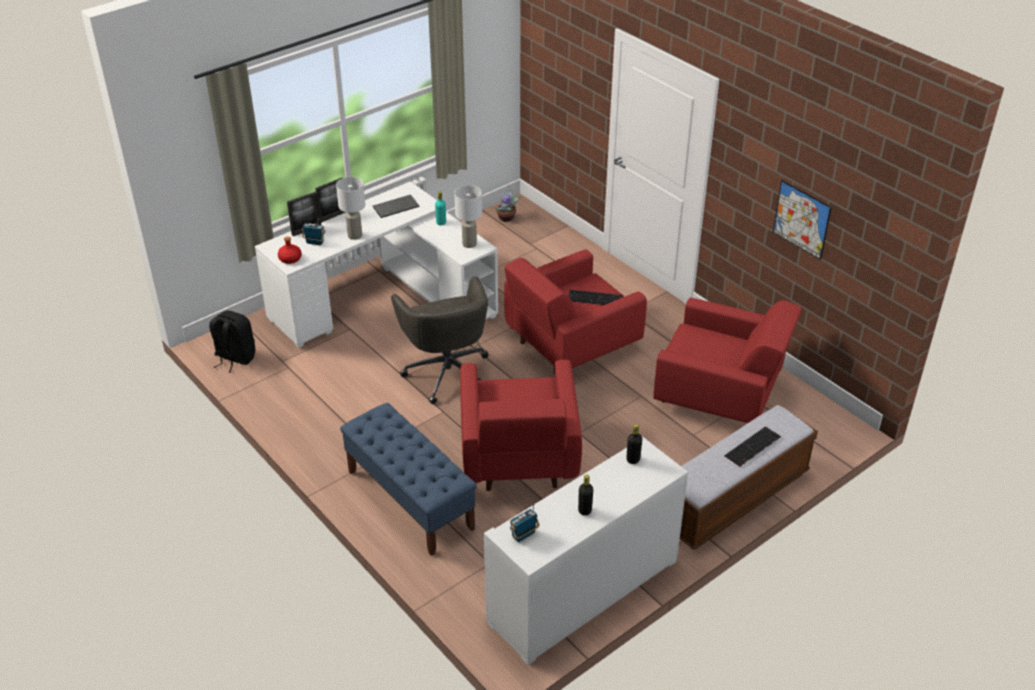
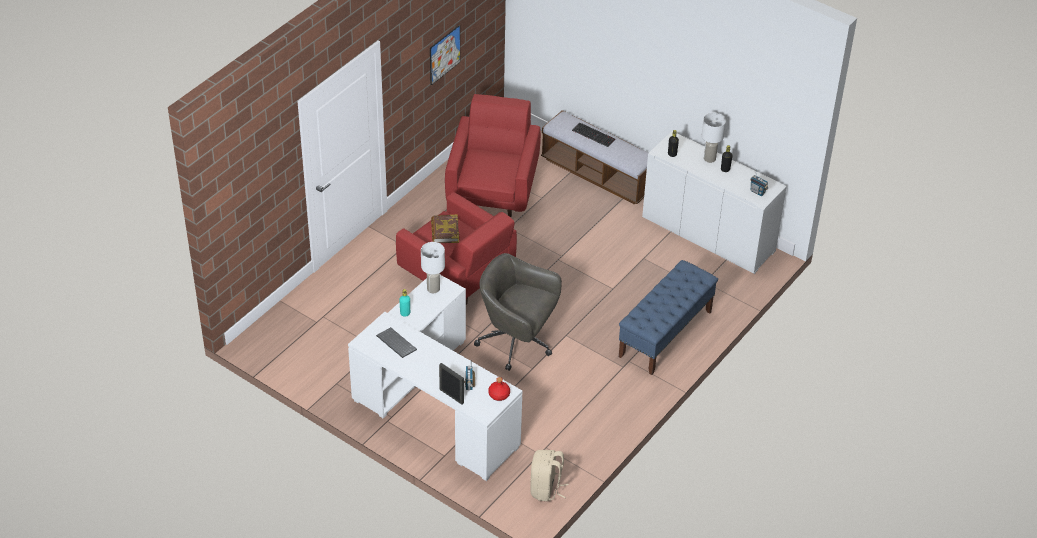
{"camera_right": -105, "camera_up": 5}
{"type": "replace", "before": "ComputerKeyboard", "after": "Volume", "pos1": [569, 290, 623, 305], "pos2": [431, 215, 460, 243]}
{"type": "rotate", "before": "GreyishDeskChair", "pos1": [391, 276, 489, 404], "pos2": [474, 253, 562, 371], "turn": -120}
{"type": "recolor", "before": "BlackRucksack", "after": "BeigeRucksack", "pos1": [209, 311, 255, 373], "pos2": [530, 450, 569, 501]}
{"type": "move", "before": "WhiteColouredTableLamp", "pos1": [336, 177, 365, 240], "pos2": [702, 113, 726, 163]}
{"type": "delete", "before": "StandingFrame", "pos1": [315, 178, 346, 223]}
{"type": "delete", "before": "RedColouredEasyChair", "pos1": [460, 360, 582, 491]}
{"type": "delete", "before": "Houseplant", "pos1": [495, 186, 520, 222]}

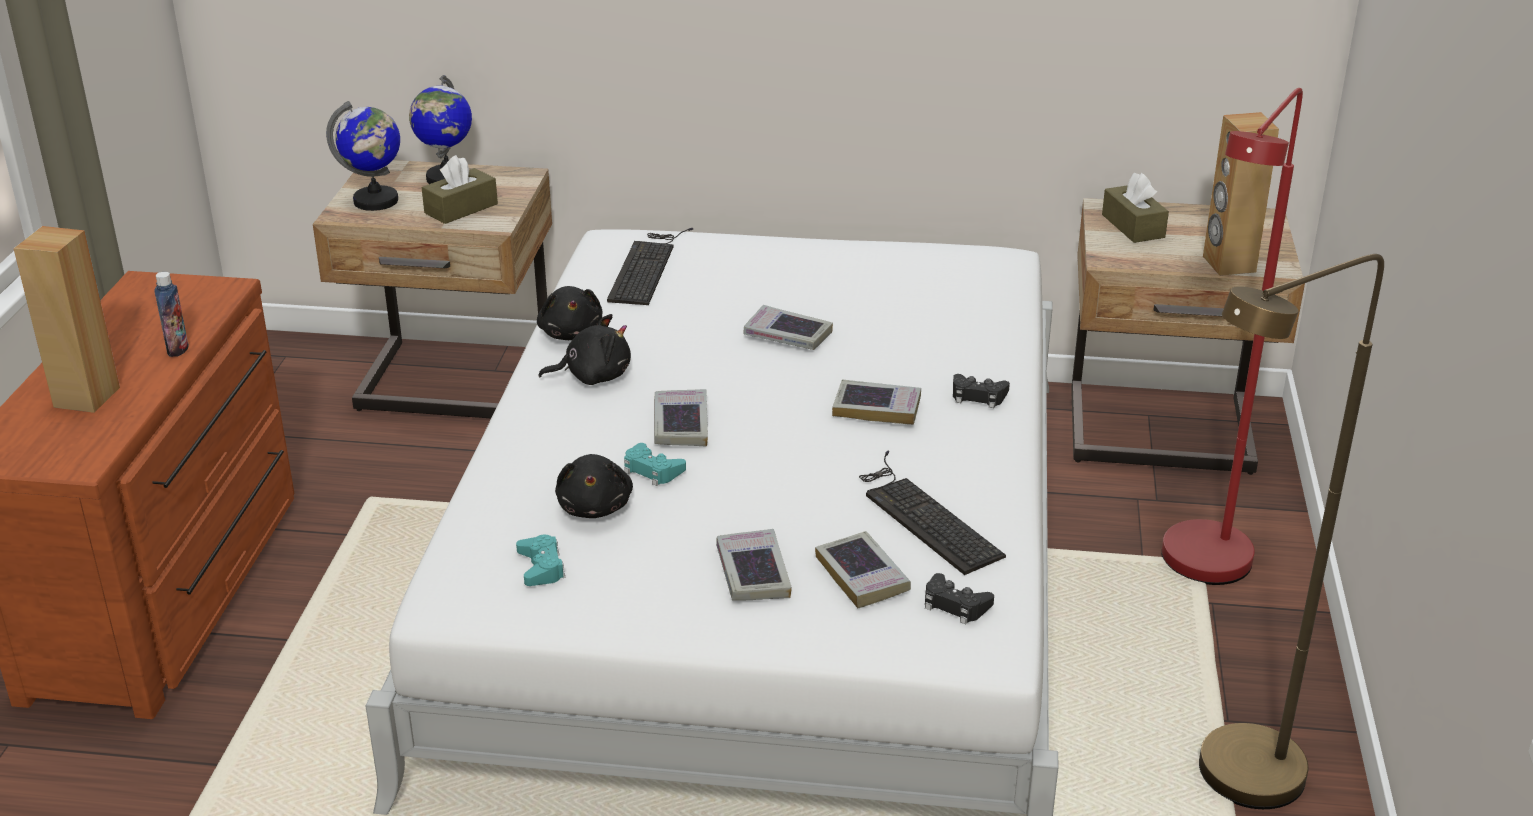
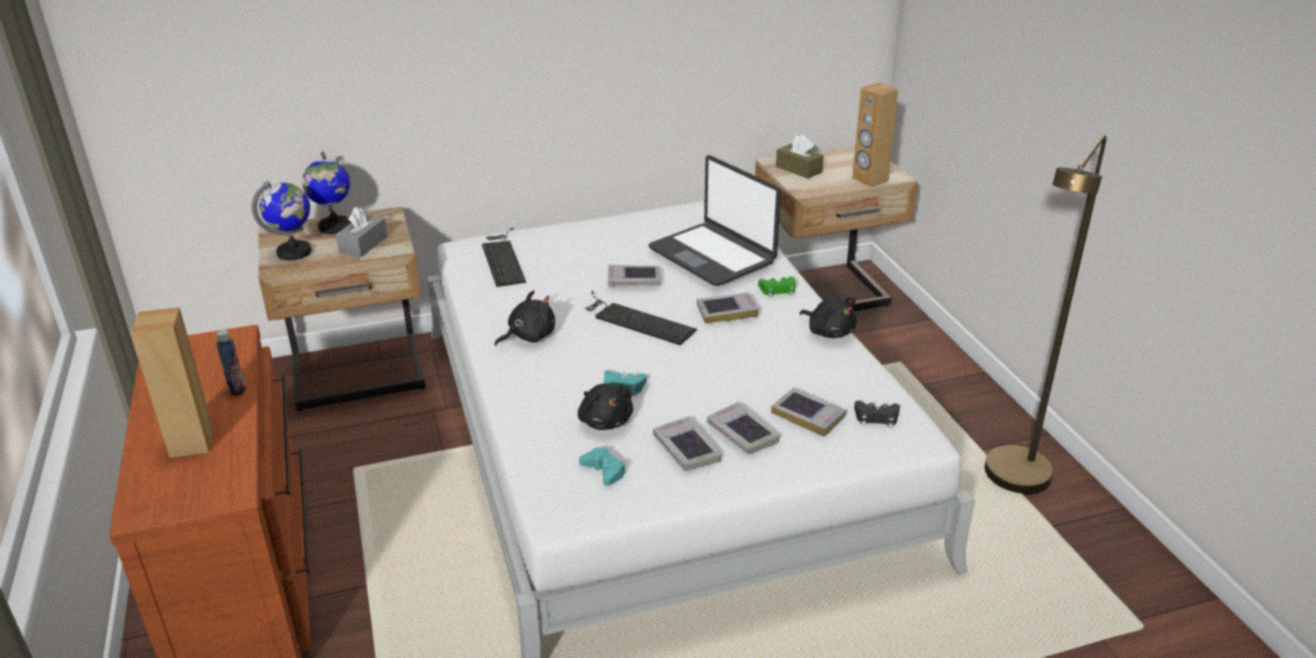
{"camera_right": -25, "camera_up": 0}
{"type": "recolor", "before": "BrownBoxOfTissues", "after": "GreyishBoxOfTissues", "pos1": [422, 155, 498, 224], "pos2": [336, 206, 388, 257]}
{"type": "move", "before": "ComputerKeyboard", "pos1": [859, 450, 1006, 575], "pos2": [585, 291, 697, 346]}
{"type": "insert", "after": "Laptop", "pos2": [648, 155, 781, 286]}
{"type": "move", "before": "Volume", "pos1": [654, 389, 708, 447], "pos2": [653, 416, 722, 471]}
{"type": "recolor", "before": "BlackGameController", "after": "GreenGameController", "pos1": [953, 374, 1010, 408], "pos2": [758, 277, 796, 297]}
{"type": "move", "before": "BlackSoftToy", "pos1": [537, 286, 602, 340], "pos2": [800, 297, 857, 338]}
{"type": "delete", "before": "RedColouredStandingLamp", "pos1": [1161, 88, 1303, 585]}

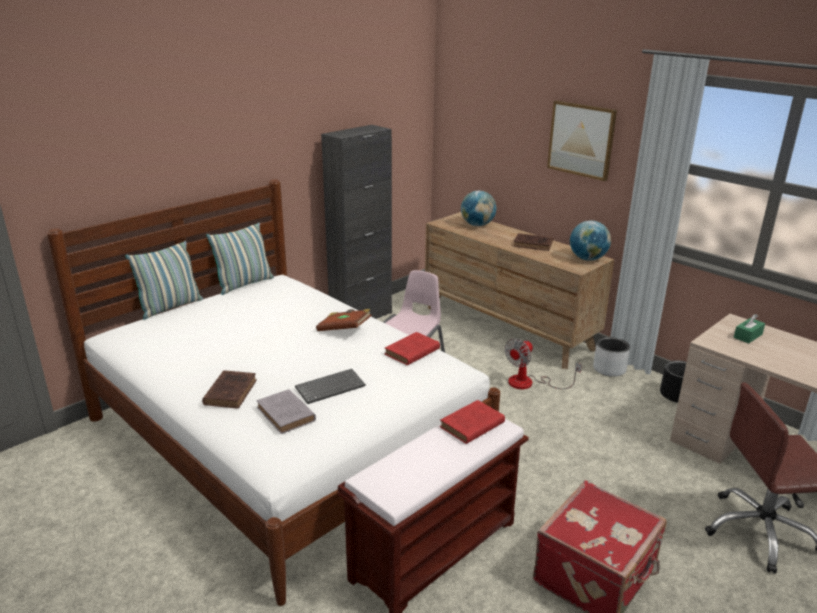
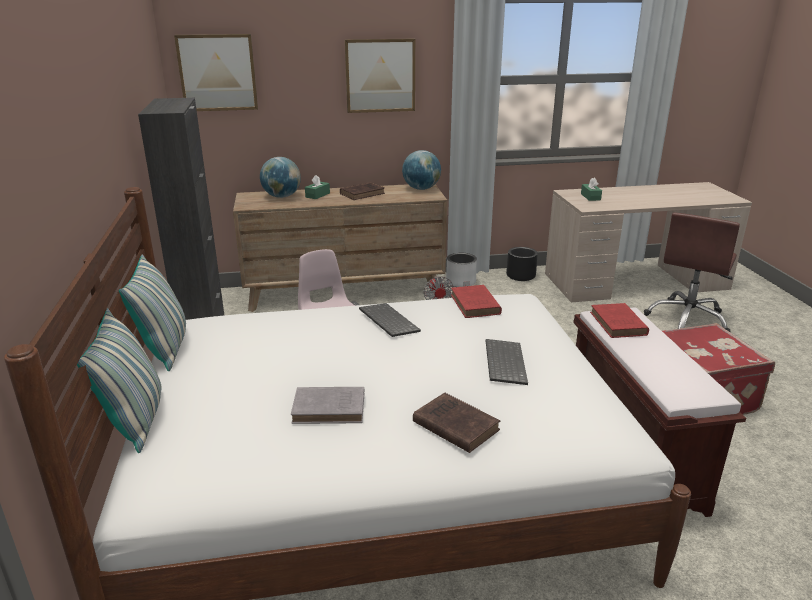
{"camera_right": -55, "camera_up": 0}
{"type": "insert", "after": "Picture", "pos2": [174, 34, 258, 111]}
{"type": "move", "before": "GreyishVolume", "pos1": [257, 389, 316, 434], "pos2": [291, 387, 364, 424]}
{"type": "insert", "after": "GreenBoxOfTissues", "pos2": [305, 175, 330, 199]}
{"type": "replace", "before": "BrownVolume", "after": "ComputerKeyboard", "pos1": [316, 309, 372, 331], "pos2": [359, 303, 421, 337]}

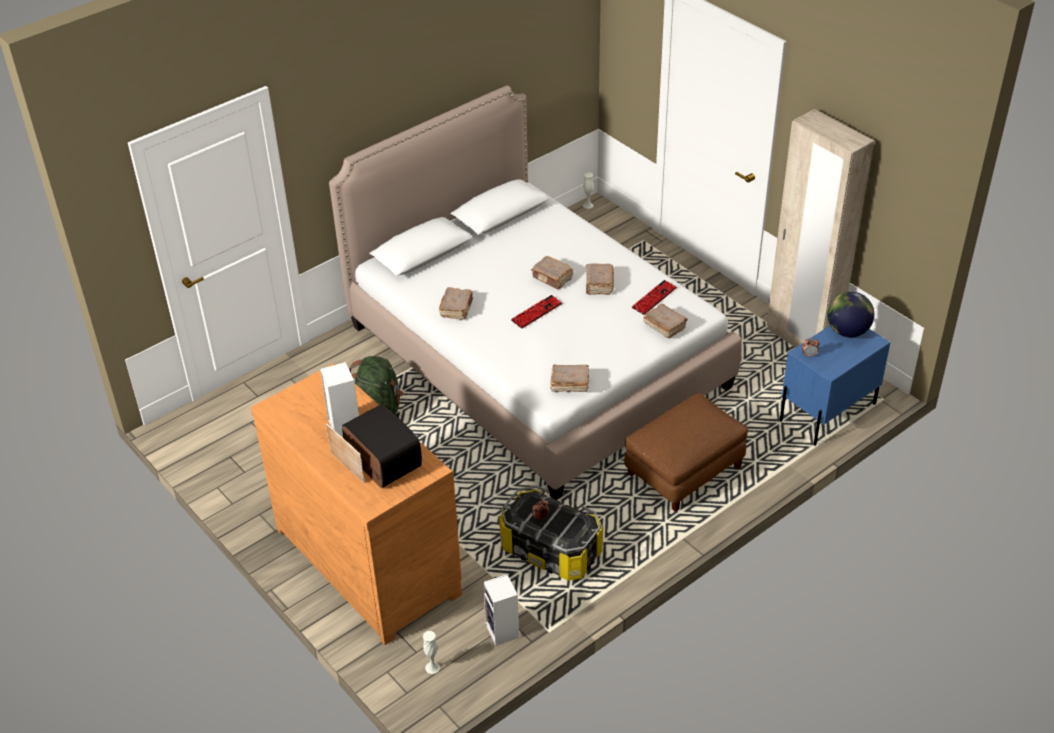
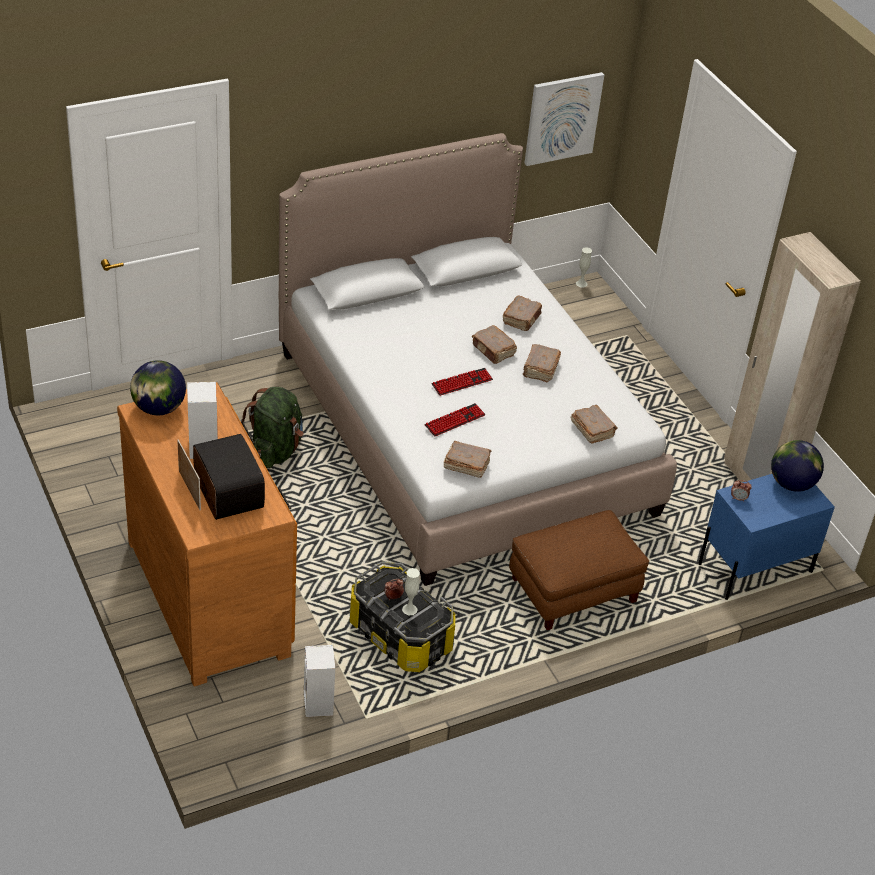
{"camera_right": 10, "camera_up": 0}
{"type": "insert", "after": "DeskGlobe", "pos2": [130, 360, 186, 415]}
{"type": "move", "before": "WhiteColouredDecorativeVase", "pos1": [422, 631, 440, 674], "pos2": [402, 568, 420, 615]}
{"type": "move", "before": "ComputerKeyboard", "pos1": [632, 280, 677, 315], "pos2": [424, 403, 486, 437]}
{"type": "move", "before": "BrownVolume", "pos1": [439, 287, 473, 320], "pos2": [503, 296, 542, 331]}
{"type": "insert", "after": "Picture", "pos2": [524, 72, 604, 166]}

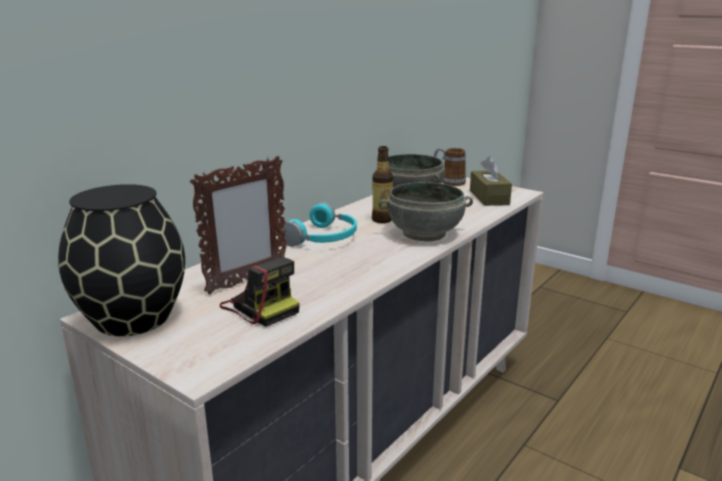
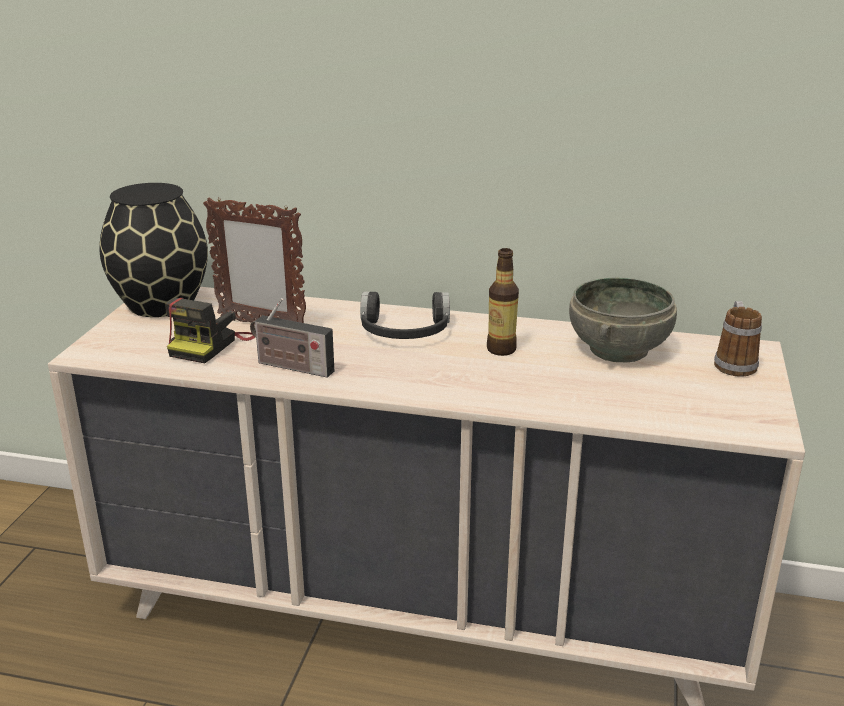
{"camera_right": 65, "camera_up": 5}
{"type": "insert", "after": "RadioSet", "pos2": [250, 298, 334, 378]}
{"type": "recolor", "before": "TurquoisePairOfHeadphones", "after": "BlackPairOfHeadphones", "pos1": [280, 202, 357, 247], "pos2": [360, 292, 450, 339]}
{"type": "delete", "before": "GreyishServingBowl", "pos1": [379, 182, 473, 241]}
{"type": "delete", "before": "BrownBoxOfTissues", "pos1": [470, 156, 512, 206]}

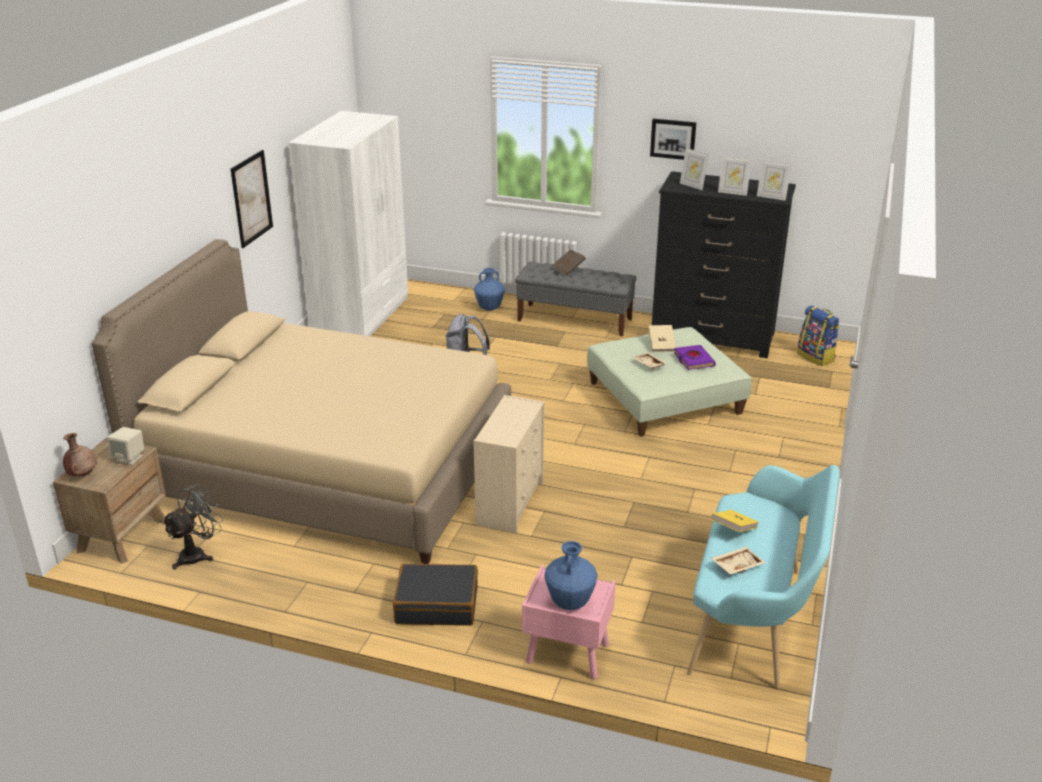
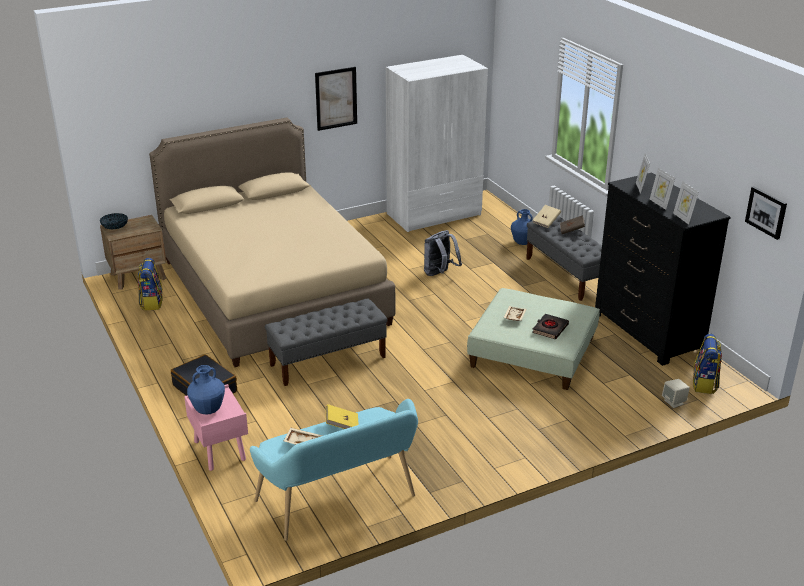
{"camera_right": 45, "camera_up": 0}
{"type": "replace", "before": "BrownDecorativeVase", "after": "ServingBowl", "pos1": [63, 433, 97, 476], "pos2": [100, 213, 128, 229]}
{"type": "replace", "before": "GreyishCoolingFan", "after": "Rucksack", "pos1": [162, 484, 224, 570], "pos2": [138, 258, 163, 310]}
{"type": "replace", "before": "BeigeDrawerChest", "after": "GreyishIndoorBench", "pos1": [473, 395, 544, 534], "pos2": [265, 298, 388, 386]}
{"type": "recolor", "before": "PurpleColouredVolume", "after": "BlackVolume", "pos1": [674, 345, 716, 370], "pos2": [532, 314, 569, 339]}
{"type": "move", "before": "BeigeVolume", "pos1": [648, 325, 676, 352], "pos2": [533, 205, 561, 228]}
{"type": "move", "before": "BeigeSpeaker", "pos1": [107, 427, 144, 465], "pos2": [662, 379, 690, 408]}
{"type": "move", "before": "Picture", "pos1": [650, 119, 696, 160], "pos2": [745, 186, 787, 240]}

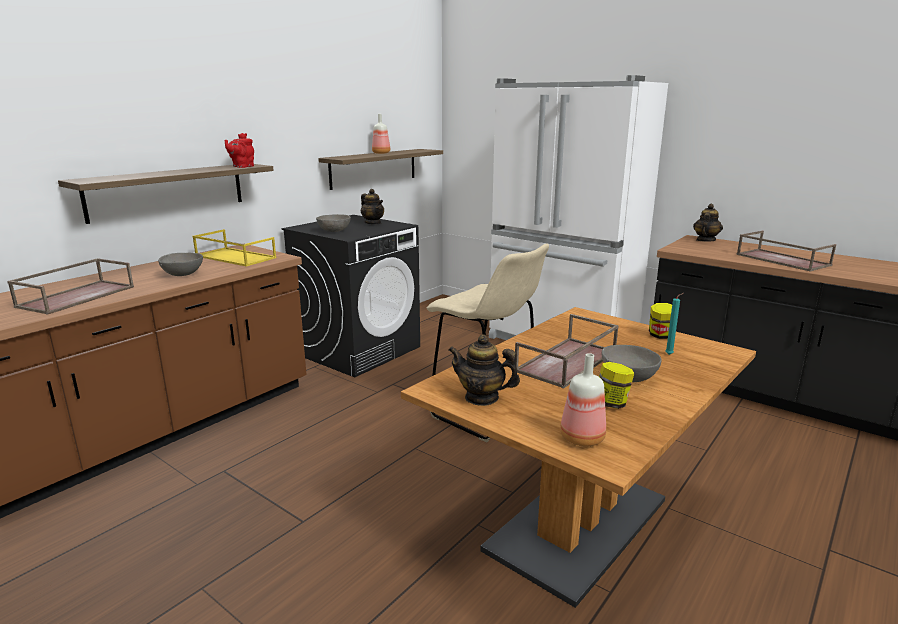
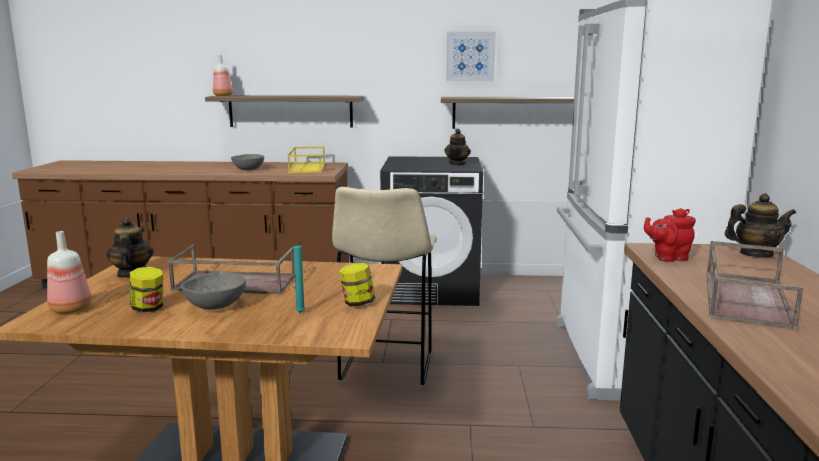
{"camera_right": 55, "camera_up": -5}
{"type": "move", "before": "Bottle", "pos1": [372, 114, 390, 154], "pos2": [213, 55, 233, 96]}
{"type": "insert", "after": "Picture", "pos2": [446, 32, 496, 82]}
{"type": "move", "before": "RedColouredTeaPot", "pos1": [225, 133, 254, 168], "pos2": [644, 208, 696, 262]}
{"type": "delete", "before": "BrownTray", "pos1": [7, 258, 134, 315]}
{"type": "delete", "before": "GreyishServingBowl", "pos1": [316, 214, 351, 232]}

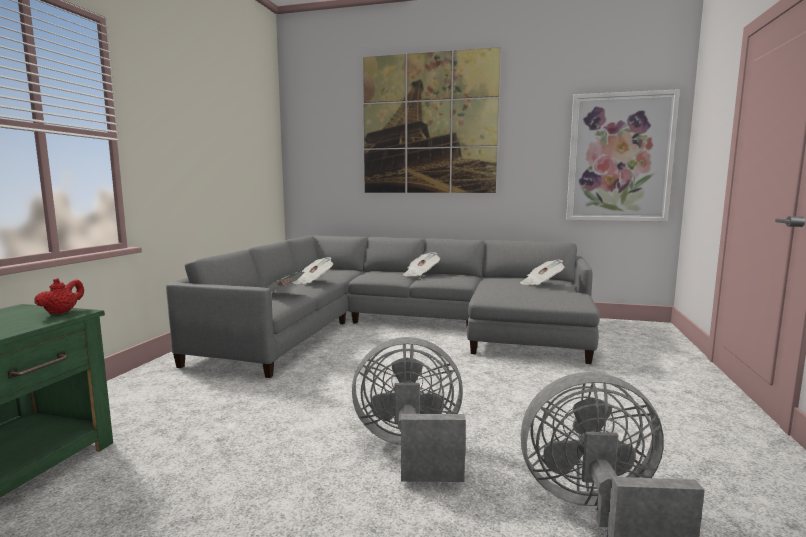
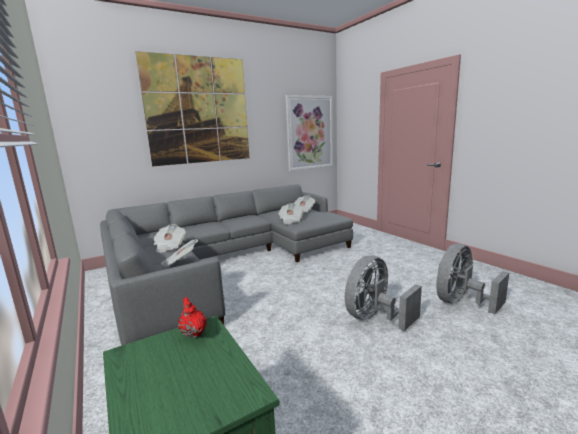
{"camera_right": -45, "camera_up": 5}
{"type": "move", "before": "DailyPaper", "pos1": [403, 252, 440, 276], "pos2": [278, 203, 303, 224]}

